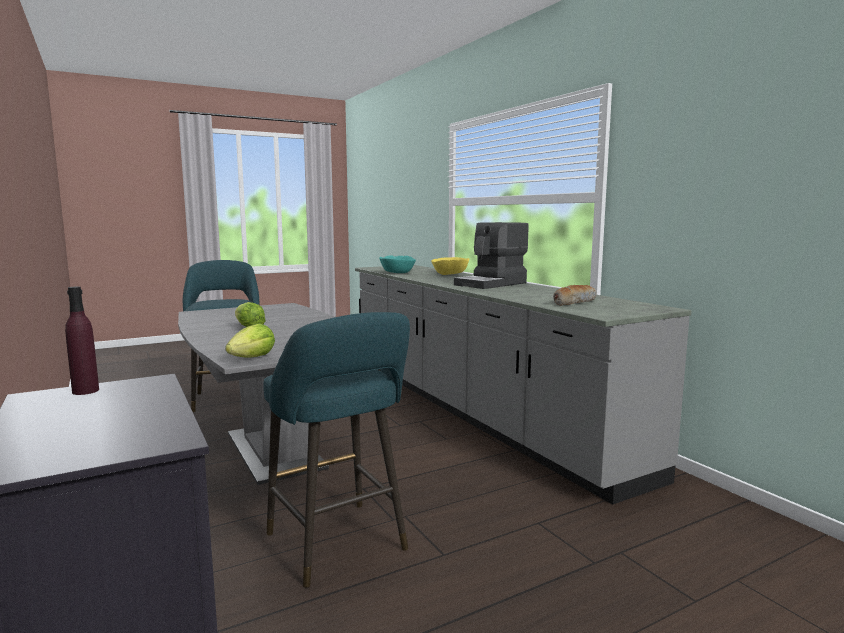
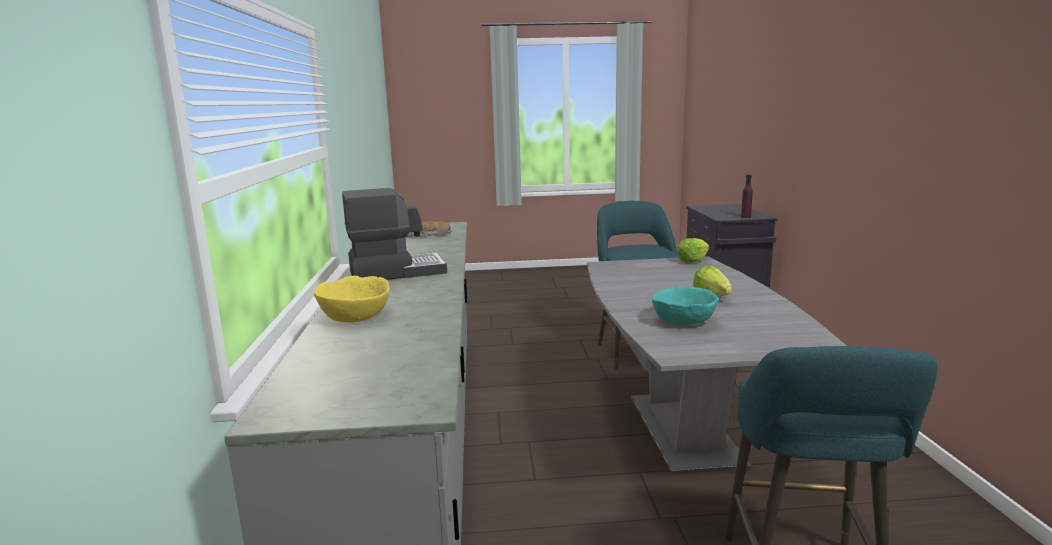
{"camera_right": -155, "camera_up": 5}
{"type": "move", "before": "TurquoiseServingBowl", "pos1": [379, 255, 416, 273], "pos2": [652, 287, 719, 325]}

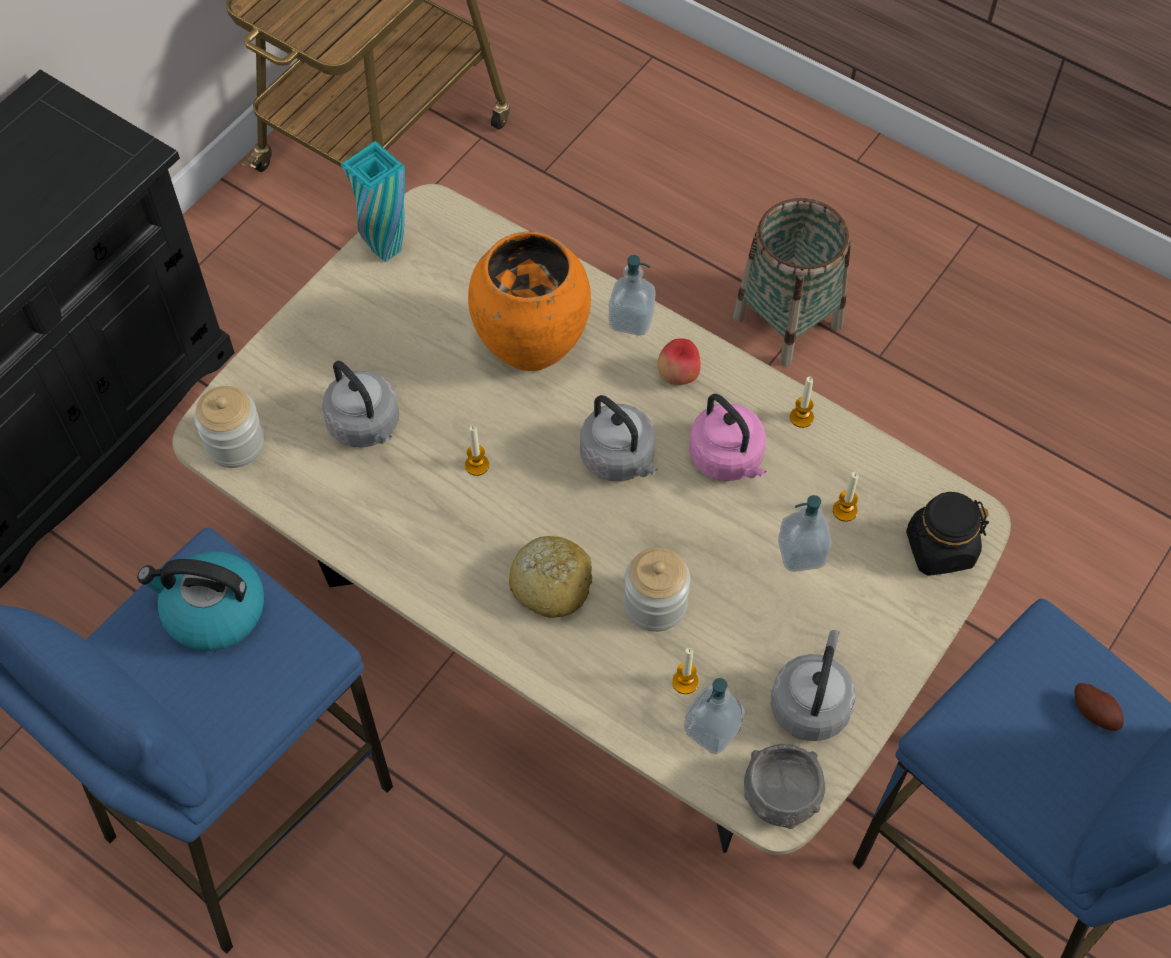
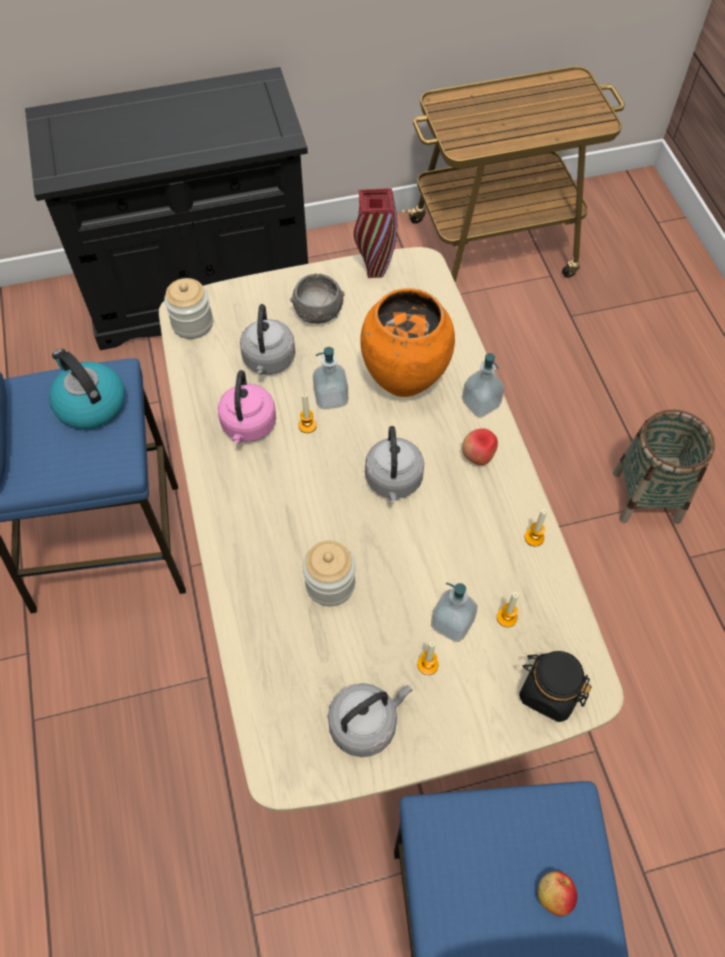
{"camera_right": 40, "camera_up": 0}
{"type": "move", "before": "PinkishKettle", "pos1": [689, 394, 767, 481], "pos2": [218, 370, 276, 443]}
{"type": "move", "before": "GreyishServingBowl", "pos1": [744, 744, 825, 829], "pos2": [290, 273, 345, 324]}
{"type": "move", "before": "LiquidSoapBottle", "pos1": [684, 678, 745, 754], "pos2": [313, 347, 348, 409]}
{"type": "recolor", "before": "TurquoiseDecorativeVase", "after": "RedColouredDecorativeVase", "pos1": [340, 141, 405, 263], "pos2": [354, 188, 397, 278]}
{"type": "move", "before": "WaxLight", "pos1": [672, 648, 699, 694], "pos2": [417, 641, 438, 675]}
{"type": "replace", "before": "WholePotato", "after": "Apple", "pos1": [1074, 683, 1124, 731], "pos2": [538, 871, 577, 916]}
{"type": "delete", "before": "BakeryBread", "pos1": [509, 536, 592, 618]}

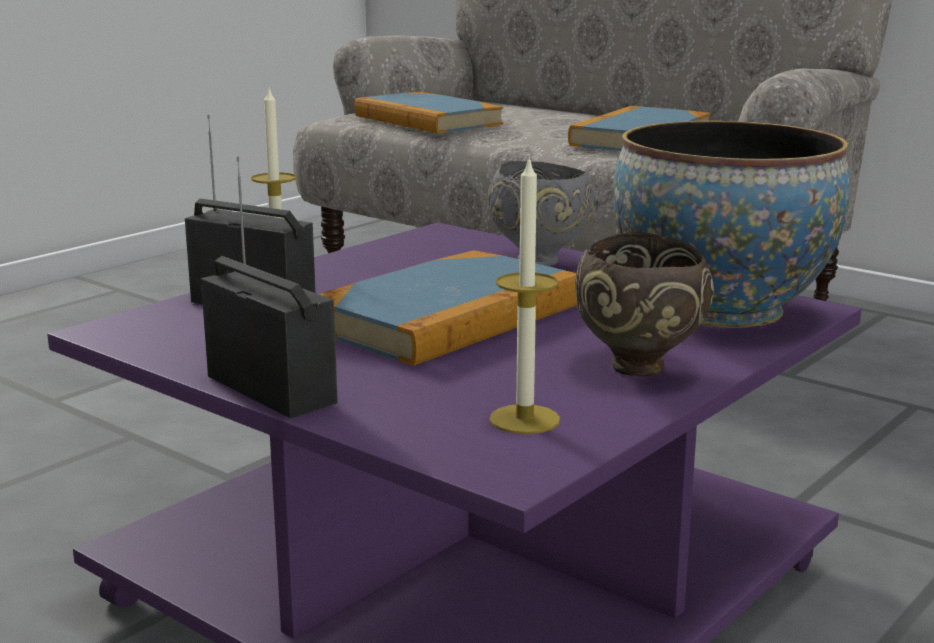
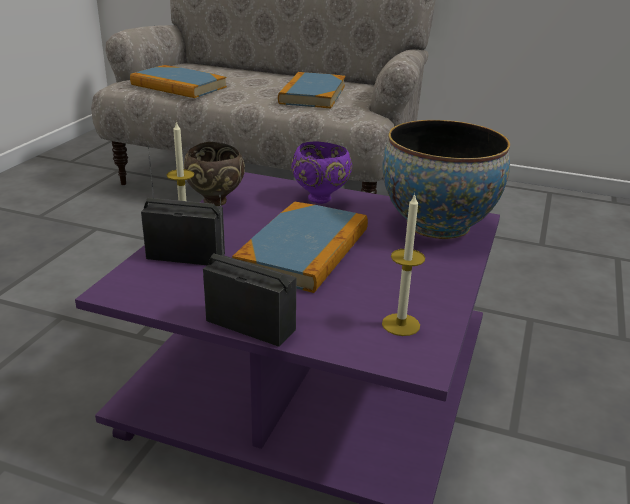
{"camera_right": -20, "camera_up": 10}
{"type": "move", "before": "BrownServingBowl", "pos1": [575, 232, 714, 376], "pos2": [184, 142, 245, 206]}
{"type": "recolor", "before": "GreyishServingBowl", "after": "PurpleColouredServingBowl", "pos1": [487, 161, 594, 266], "pos2": [291, 141, 352, 204]}

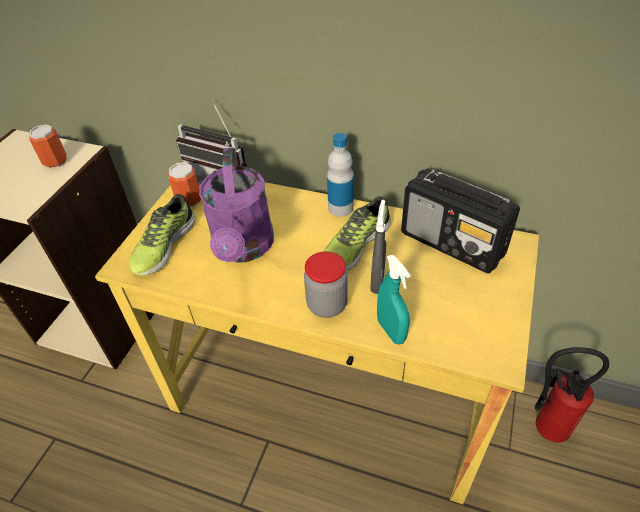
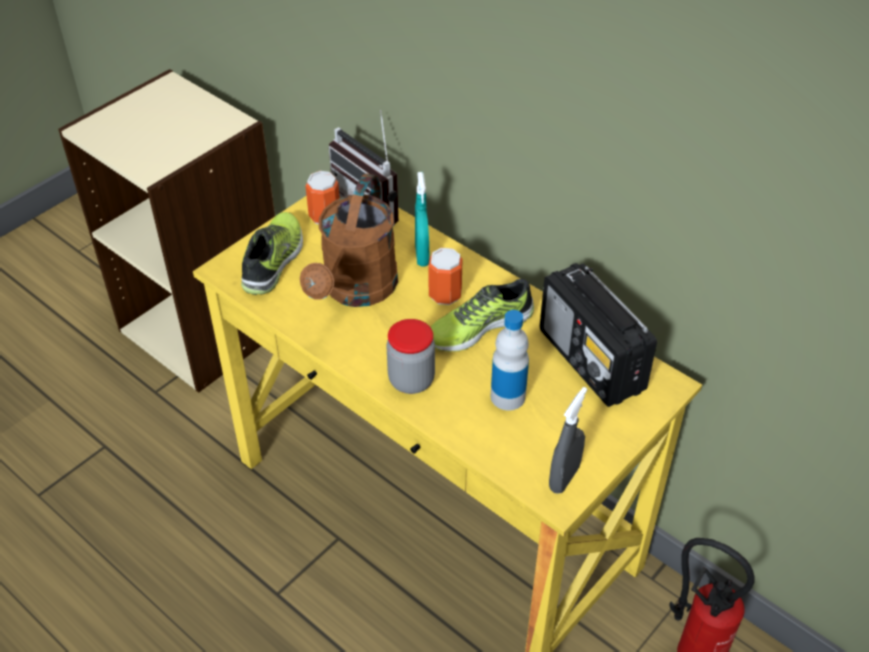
{"camera_right": 20, "camera_up": 0}
{"type": "rotate", "before": "Shoe", "pos1": [129, 194, 196, 276], "pos2": [241, 212, 303, 295], "turn": 150}
{"type": "recolor", "before": "PurpleColouredWateringPot", "after": "BrownWateringPot", "pos1": [199, 147, 274, 263], "pos2": [300, 174, 398, 307]}
{"type": "move", "before": "TurquoiseSprayBottle", "pos1": [377, 255, 411, 345], "pos2": [415, 172, 430, 267]}
{"type": "move", "before": "Can", "pos1": [29, 124, 67, 168], "pos2": [429, 248, 463, 305]}
{"type": "move", "before": "Bottle", "pos1": [327, 133, 354, 217], "pos2": [491, 310, 529, 410]}
{"type": "move", "before": "GreyishSprayBottle", "pos1": [370, 200, 386, 294], "pos2": [549, 387, 587, 494]}

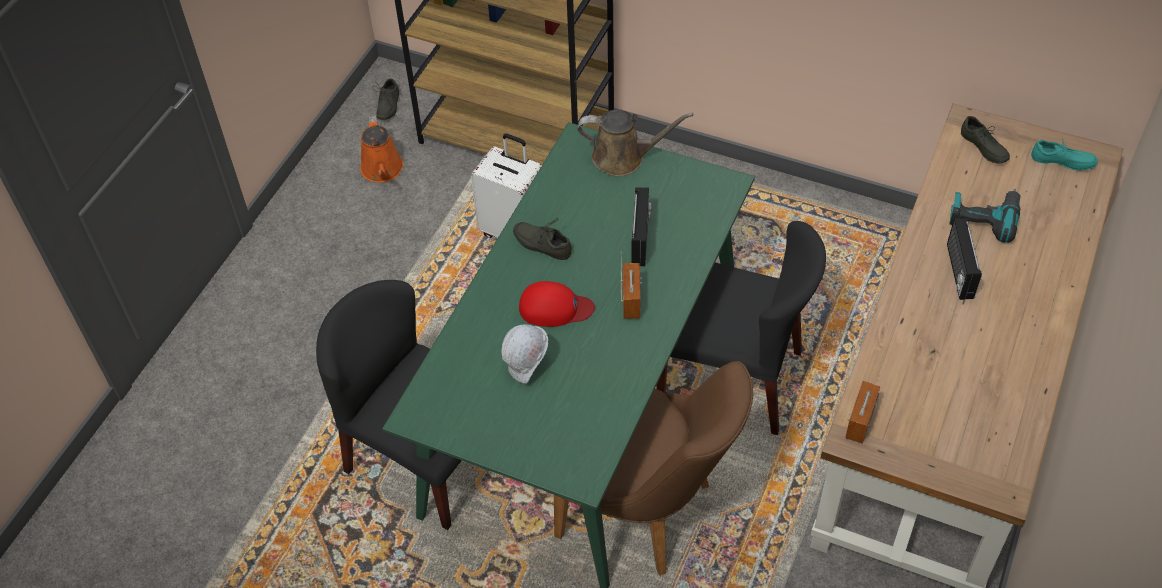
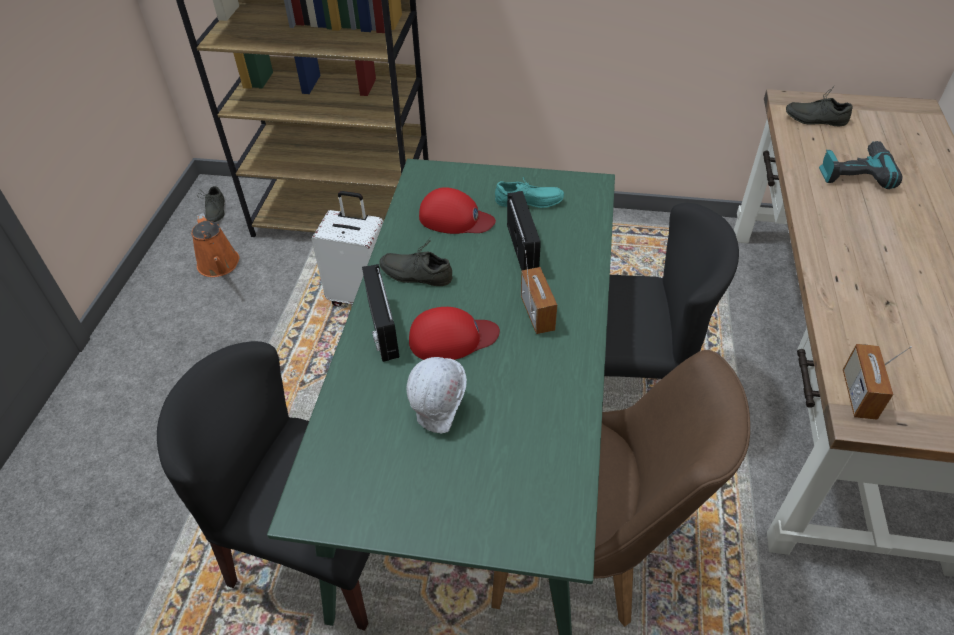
{"camera_right": -15, "camera_up": -5}
{"type": "move", "before": "RadioSet", "pos1": [947, 218, 982, 300], "pos2": [362, 264, 399, 362]}
{"type": "insert", "after": "RedColouredPeakedCap", "pos2": [419, 187, 496, 234]}
{"type": "move", "before": "TurquoiseShoe", "pos1": [1031, 139, 1098, 171], "pos2": [495, 177, 564, 208]}
{"type": "rotate", "before": "GreyishShoe", "pos1": [961, 116, 1010, 164], "pos2": [786, 86, 852, 126], "turn": 150}
{"type": "delete", "before": "BrownWateringPot", "pos1": [577, 110, 693, 176]}

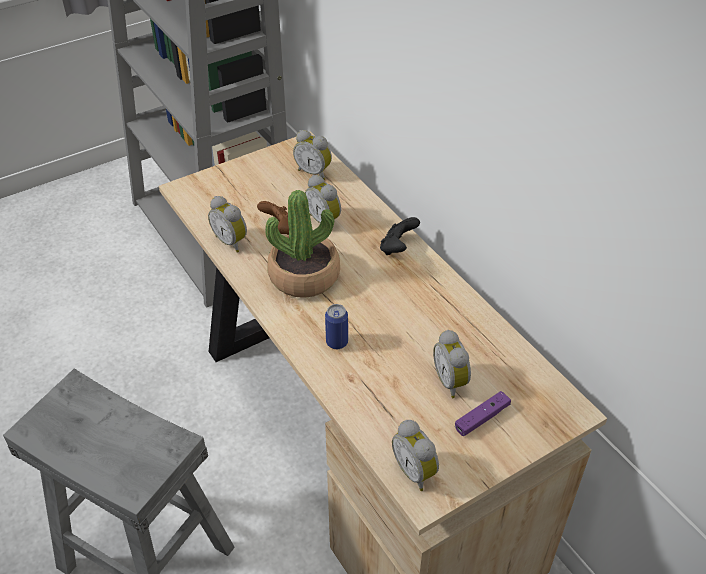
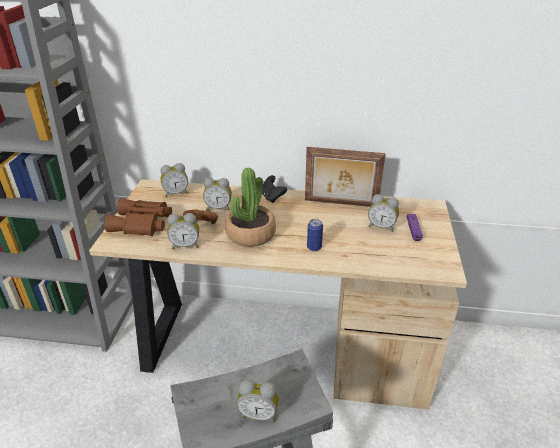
{"camera_right": -50, "camera_up": -10}
{"type": "insert", "after": "BrownFieldGlasses", "pos2": [105, 198, 172, 236]}
{"type": "move", "before": "TableClock", "pos1": [392, 420, 439, 491], "pos2": [237, 379, 279, 422]}
{"type": "insert", "after": "StandingFrame", "pos2": [305, 147, 386, 207]}

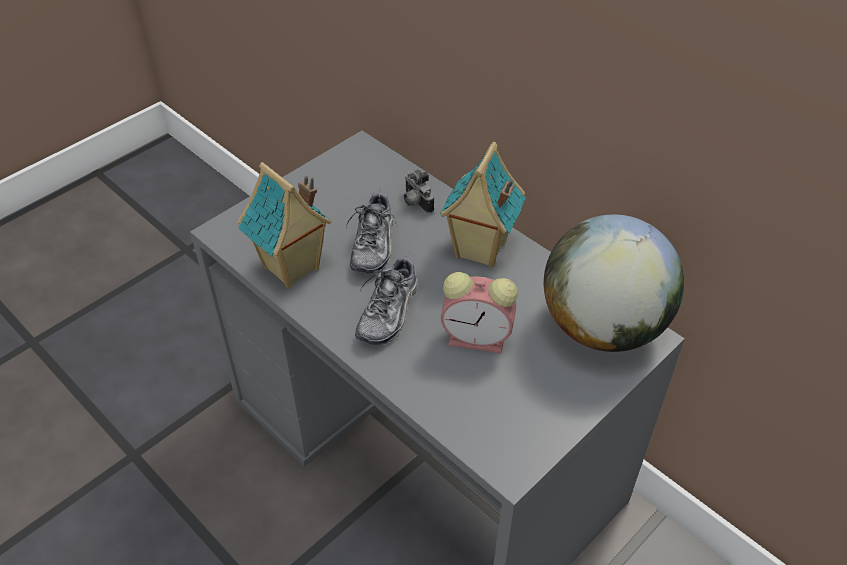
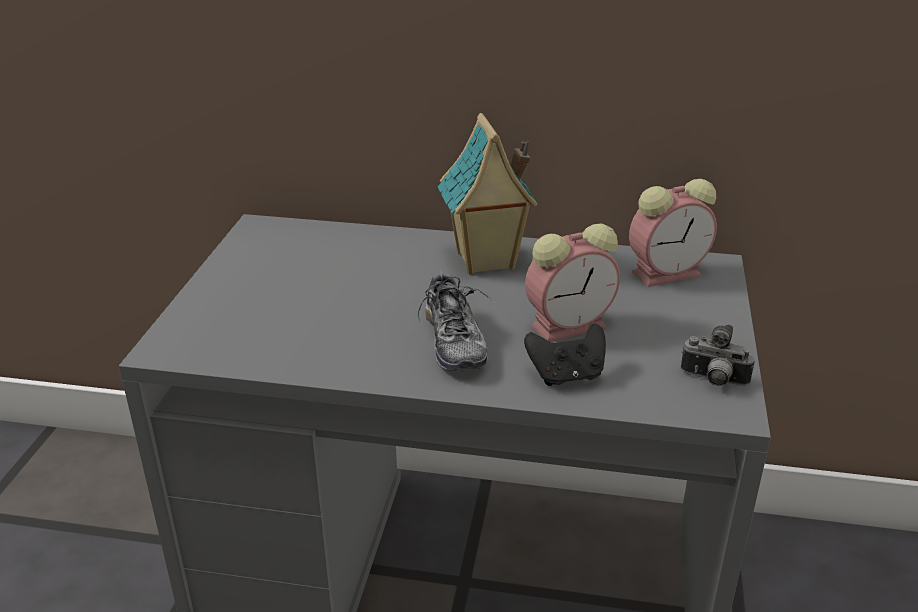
{"camera_right": -35, "camera_up": -15}
{"type": "insert", "after": "BlackGameController", "pos2": [524, 323, 606, 386]}
{"type": "replace", "before": "DeskGlobe", "after": "TableClock", "pos1": [544, 214, 684, 352], "pos2": [629, 179, 717, 287]}
{"type": "move", "before": "StillCamera", "pos1": [404, 170, 434, 213], "pos2": [681, 324, 755, 386]}
{"type": "delete", "before": "ModelHouse", "pos1": [238, 162, 331, 288]}
{"type": "delete", "before": "Shoe", "pos1": [346, 188, 397, 274]}

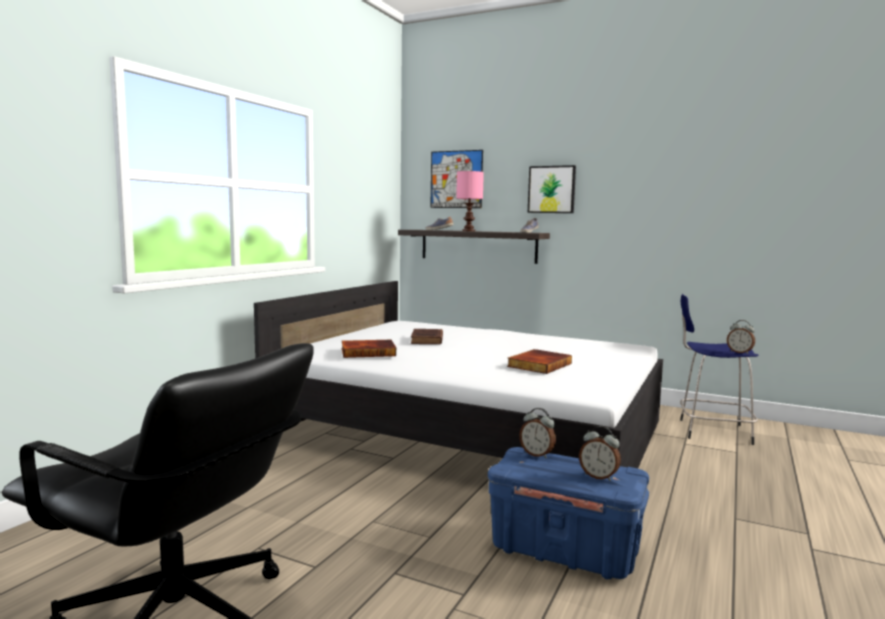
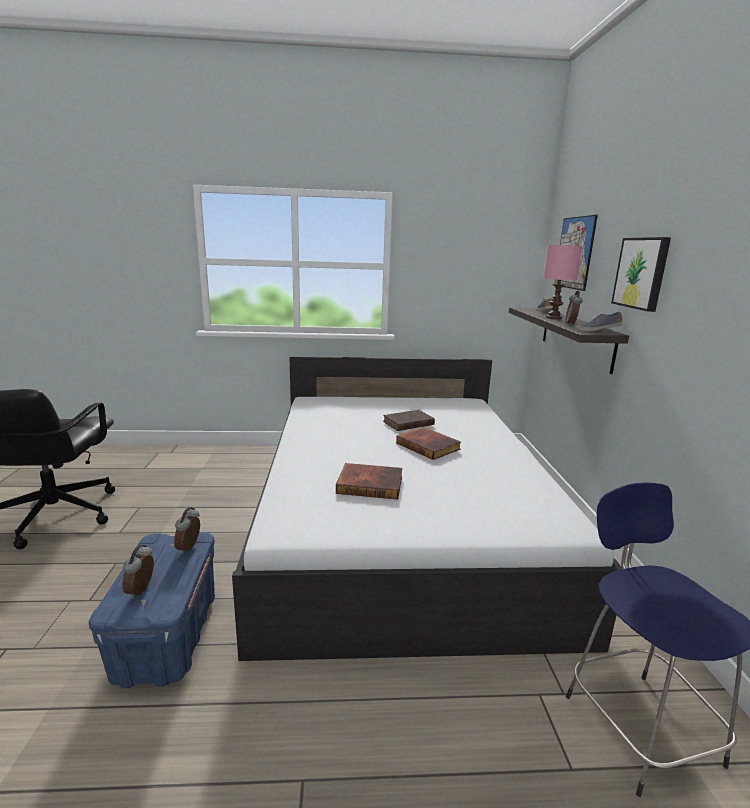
{"camera_right": 60, "camera_up": 10}
{"type": "move", "before": "Volume", "pos1": [342, 340, 396, 358], "pos2": [396, 427, 461, 460]}
{"type": "move", "before": "TableClock", "pos1": [727, 320, 755, 354], "pos2": [566, 291, 583, 325]}

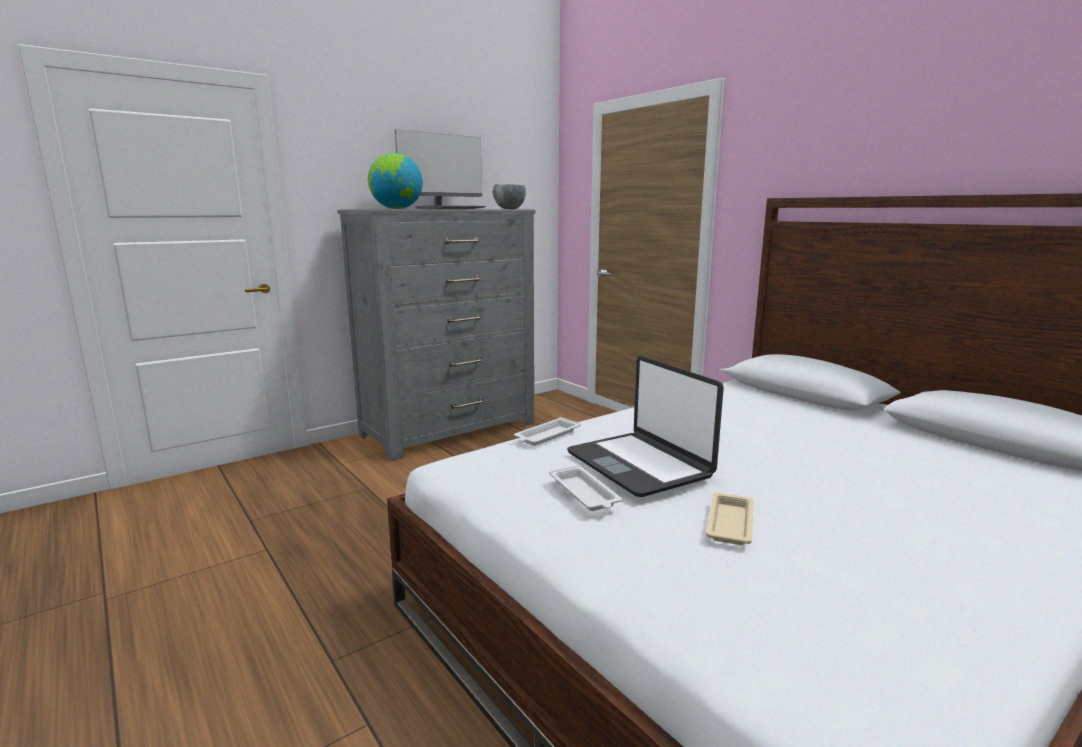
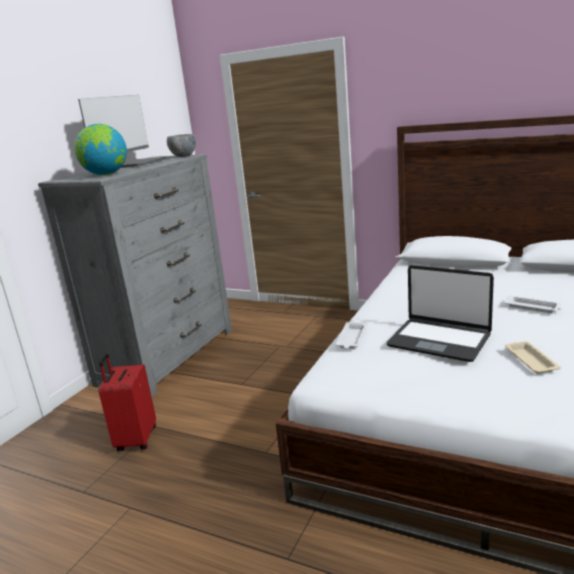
{"camera_right": -25, "camera_up": 5}
{"type": "insert", "after": "RedColouredTravelCase", "pos2": [99, 354, 156, 451]}
{"type": "move", "before": "WhiteColouredTray", "pos1": [549, 465, 622, 511], "pos2": [504, 295, 562, 313]}

